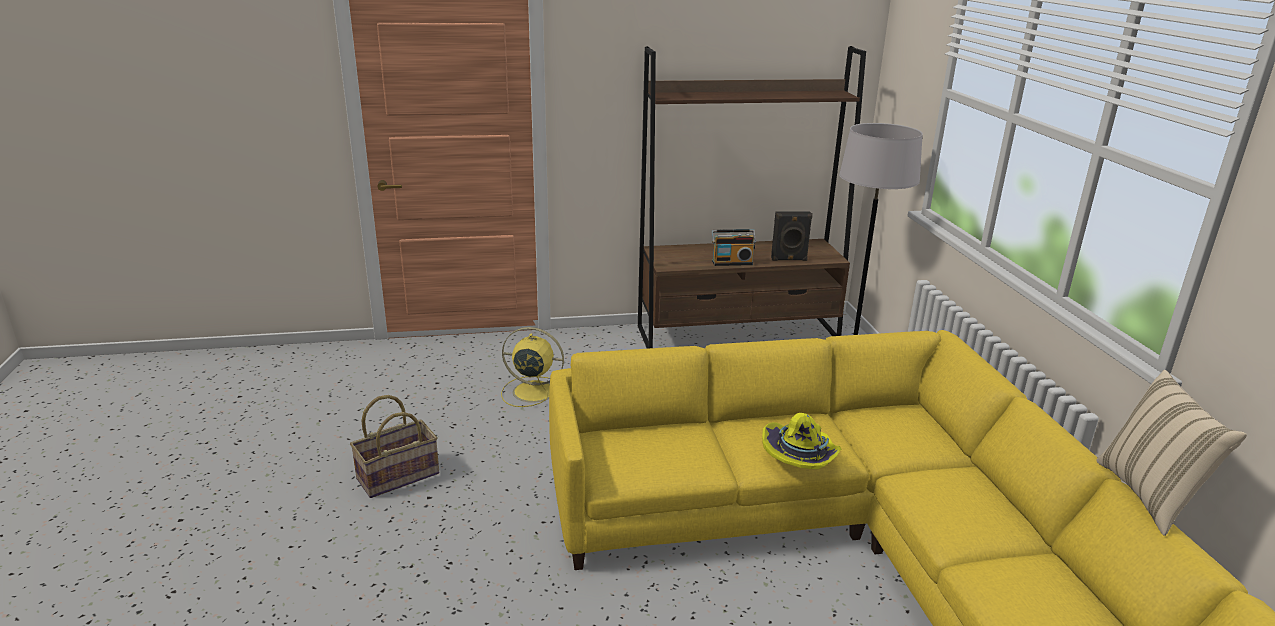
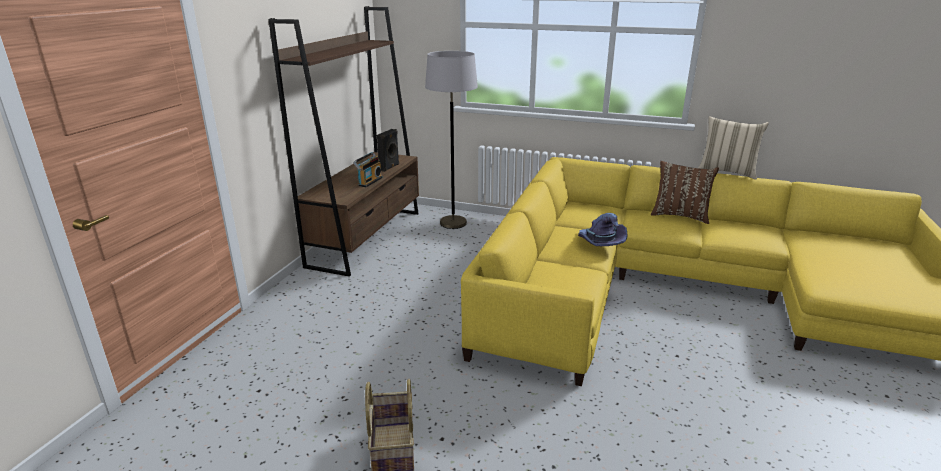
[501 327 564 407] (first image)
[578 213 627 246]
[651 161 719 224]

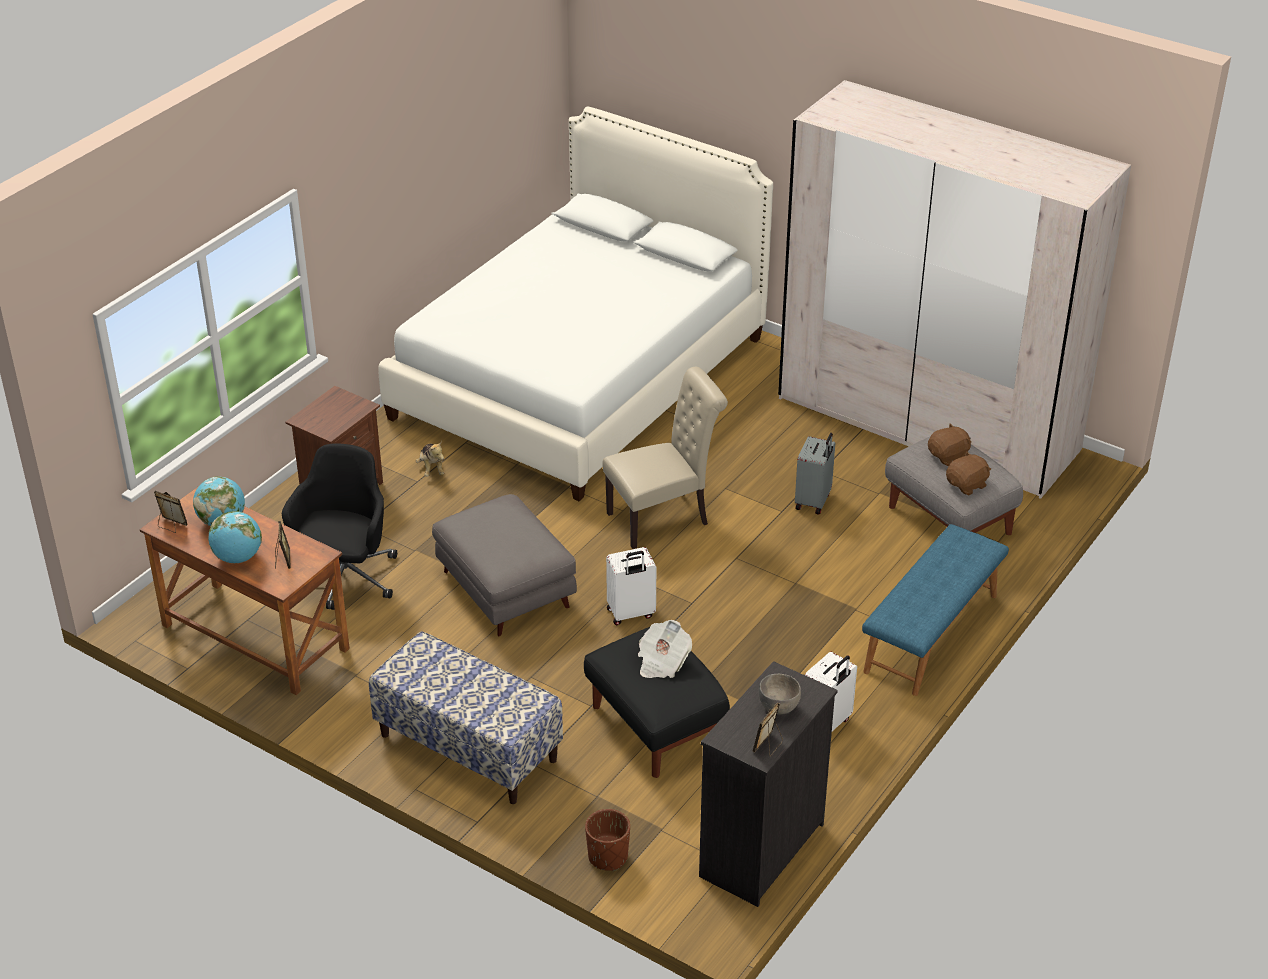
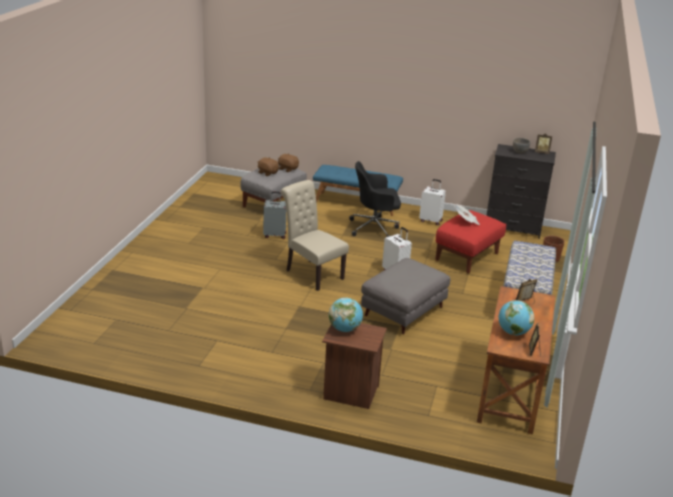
[329 298 363 332]
[349 161 401 237]
[379 107 773 501] (first image)
[416 440 444 477] (first image)
[435 210 506 273]
[778 80 1131 499] (first image)

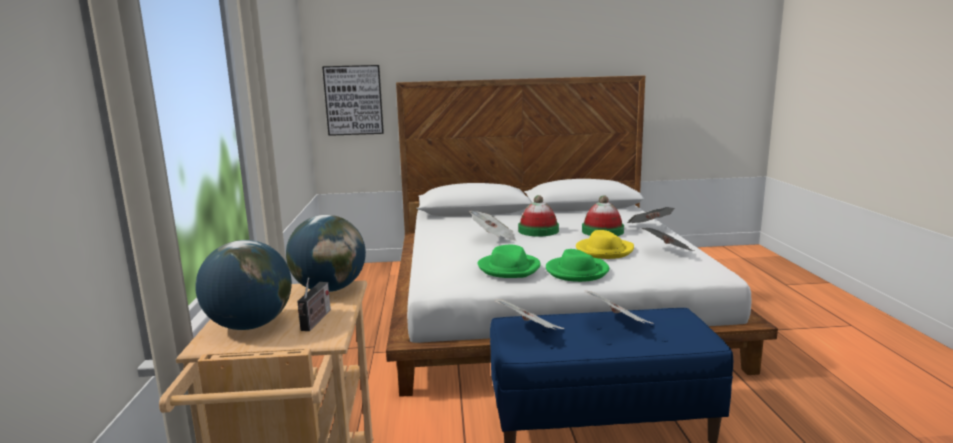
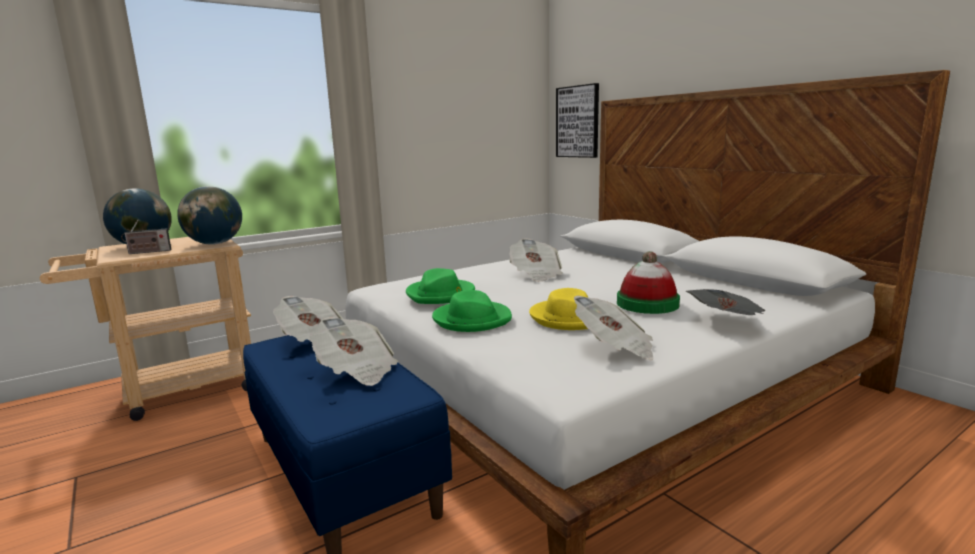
[518 195 559 237] (first image)

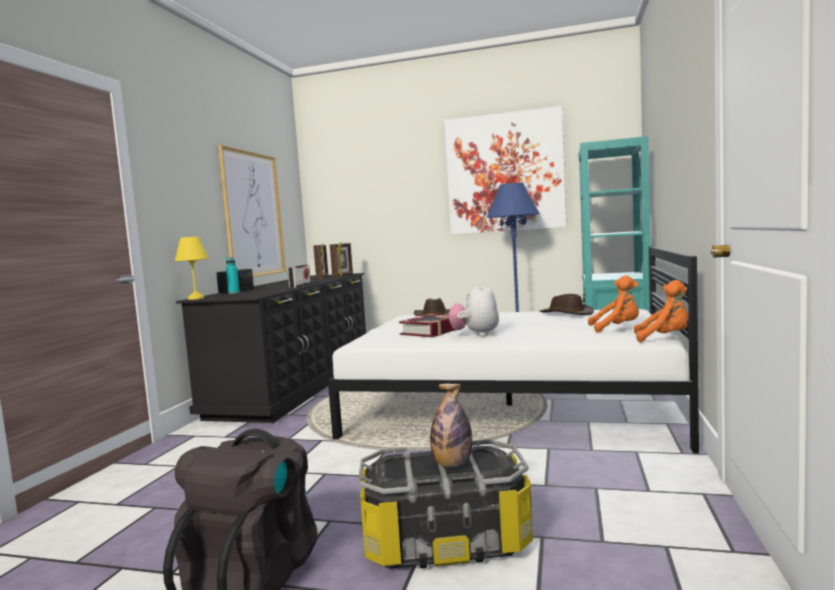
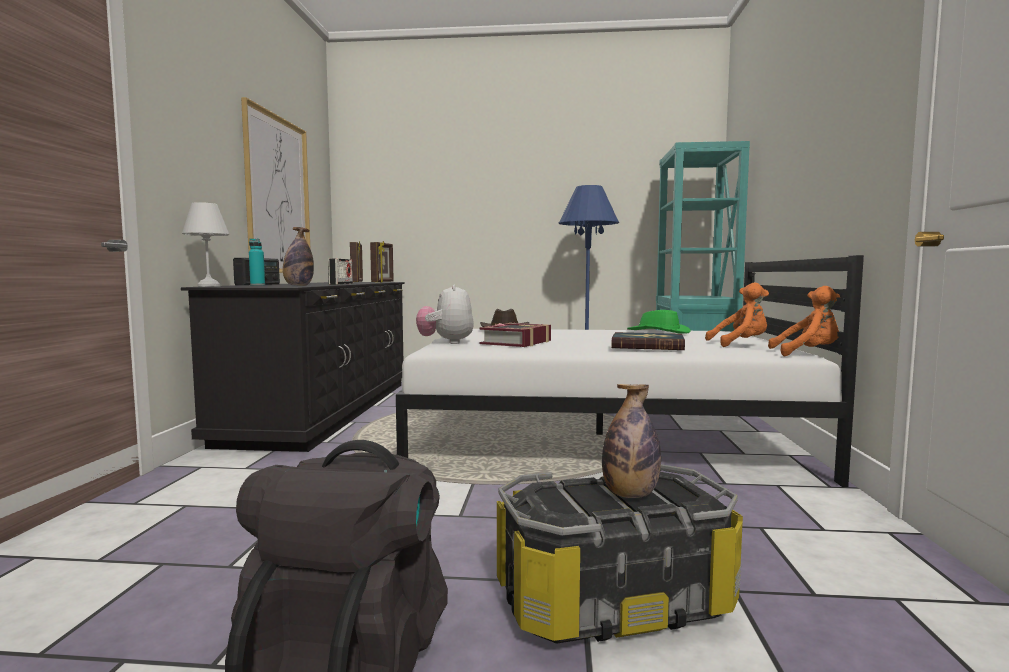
[182 202 229 287]
[444 106 566 235] (first image)
[416 284 474 344]
[627 310 690 334]
[283 227 314 286]
[612 332 685 350]

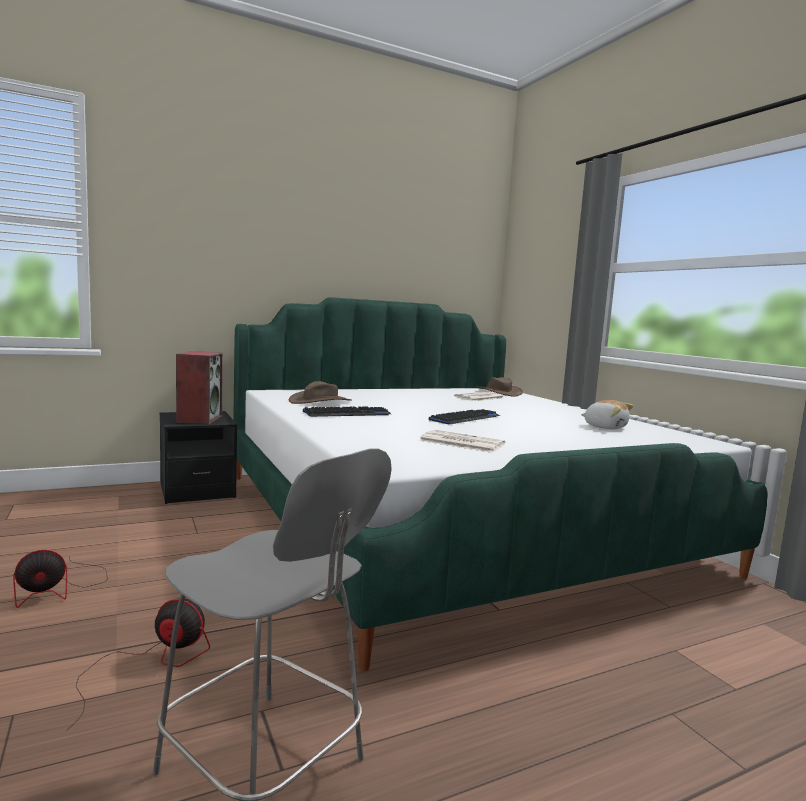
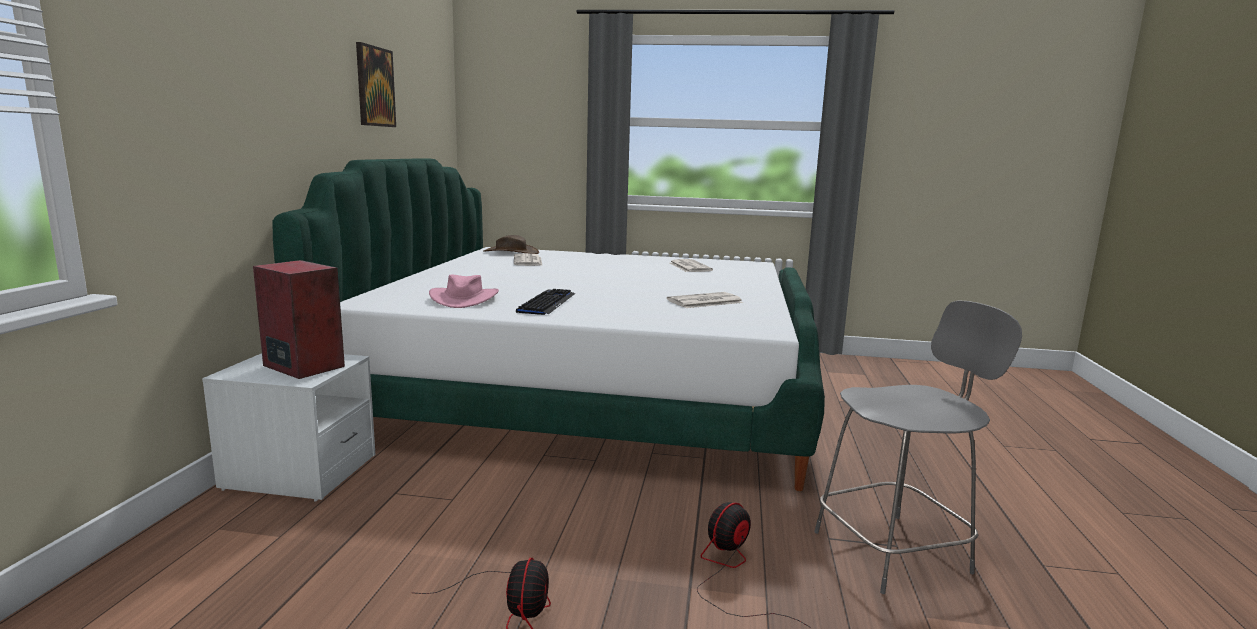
[202 353 376 501]
[429 274 499 308]
[429 409 500 424] (first image)
[670 259 713 272]
[356 42 396 127]

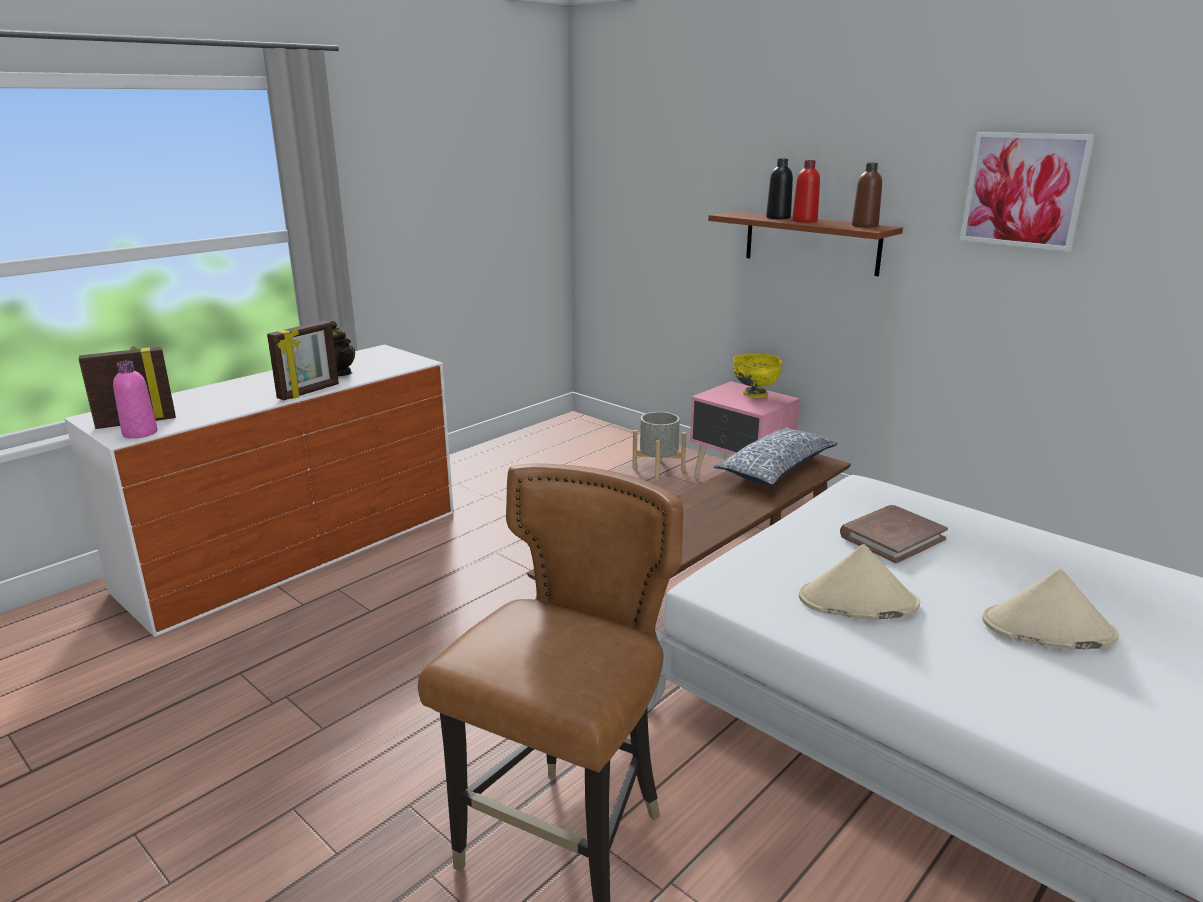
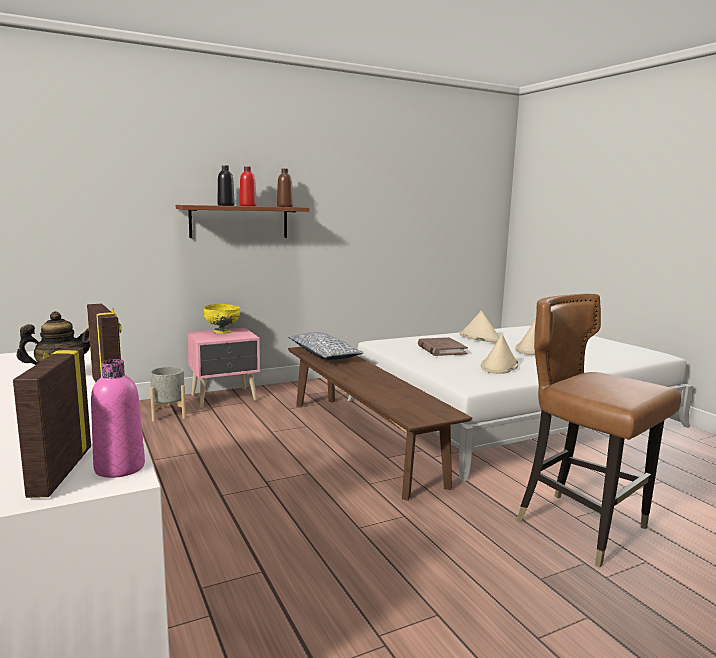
[960 132 1095 252] (first image)
[460 310 500 342]

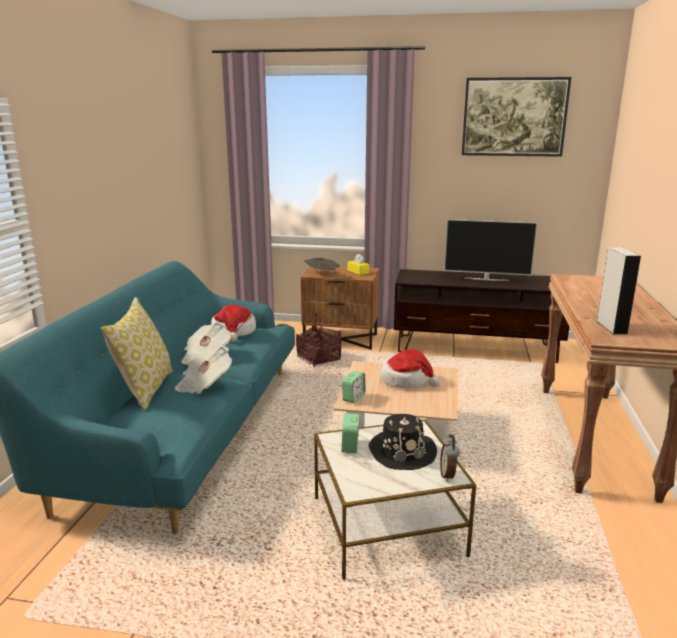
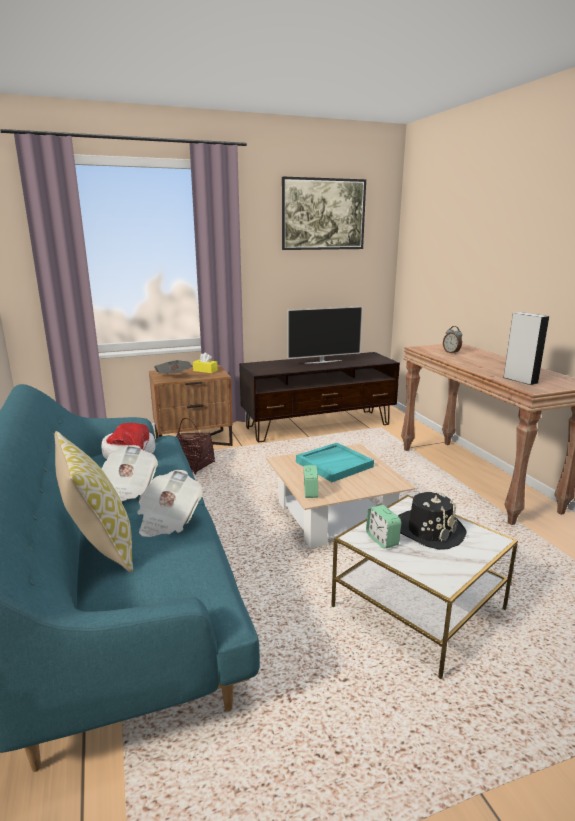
[296 443 374 482]
[443 326 462 354]

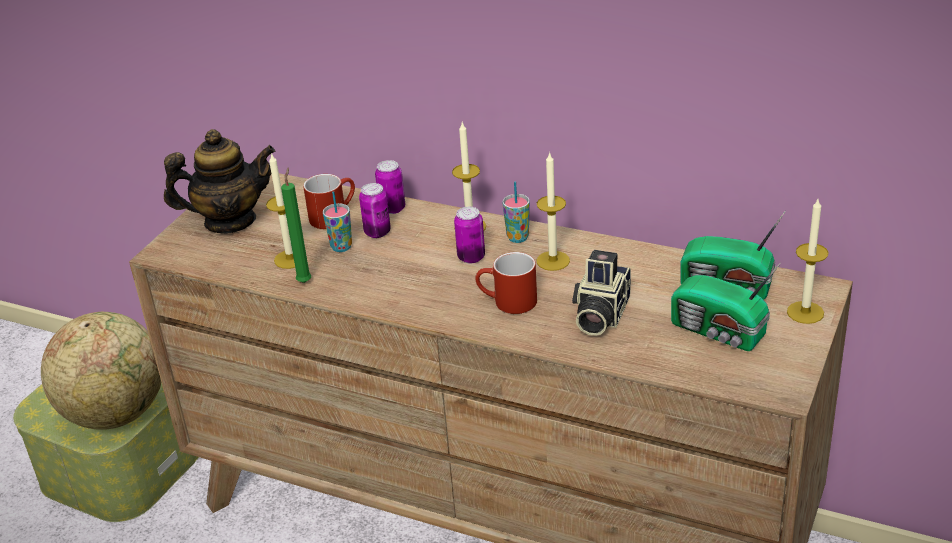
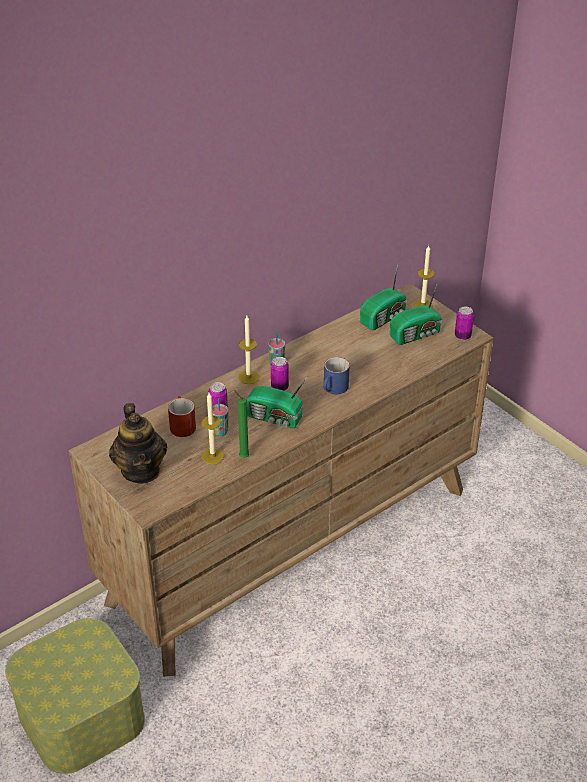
[41 311 161 430] (first image)
[109 403 167 484]
[455 306 474 340]
[323 357 350 394]
[536 152 570 271] (first image)
[572 250 631 336] (first image)
[246 377 307 429]

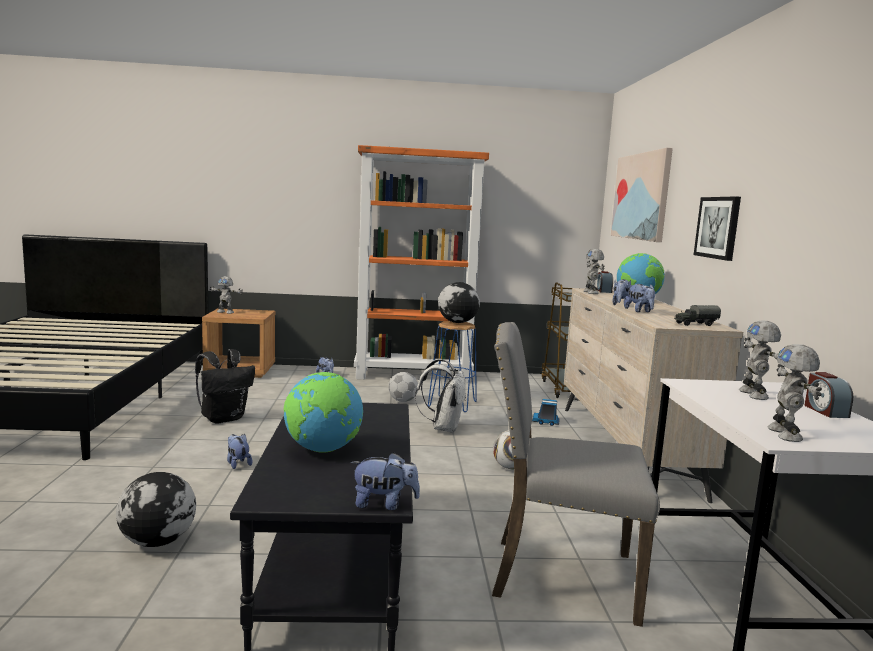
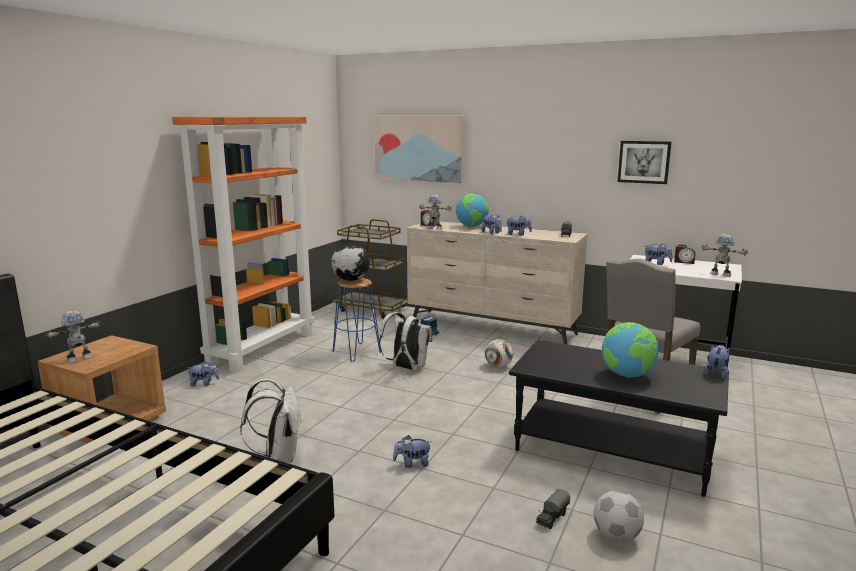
[536 489 570 529]
[240 379 302 463]
[594 490 644 542]
[618 141 671 184]
[645 243 673 265]

